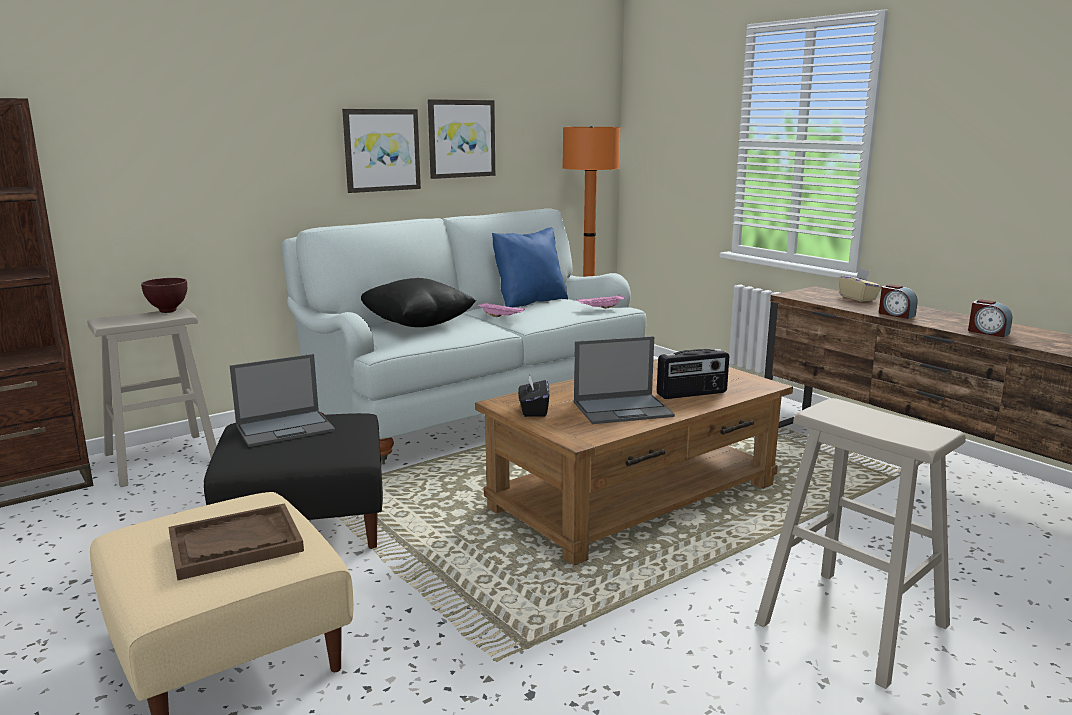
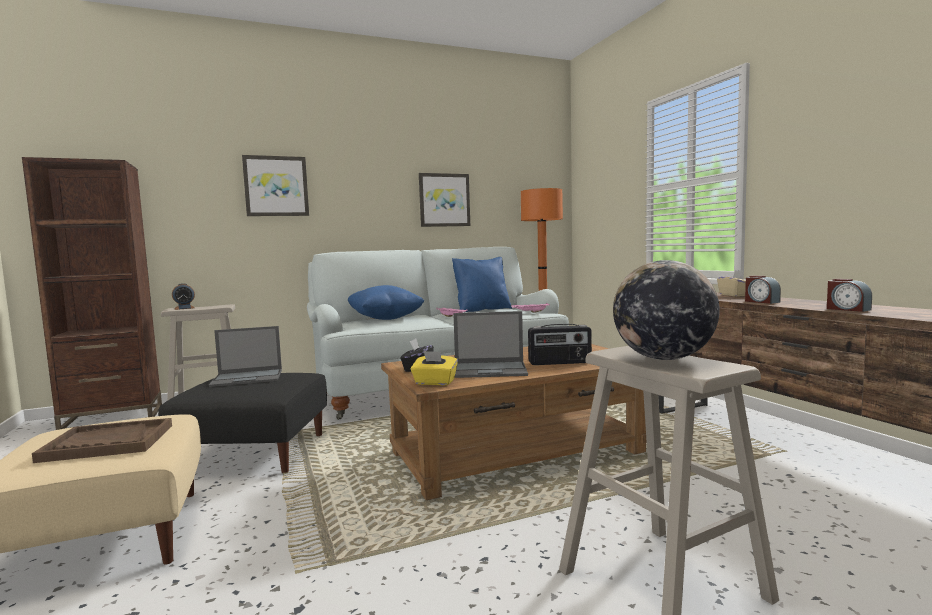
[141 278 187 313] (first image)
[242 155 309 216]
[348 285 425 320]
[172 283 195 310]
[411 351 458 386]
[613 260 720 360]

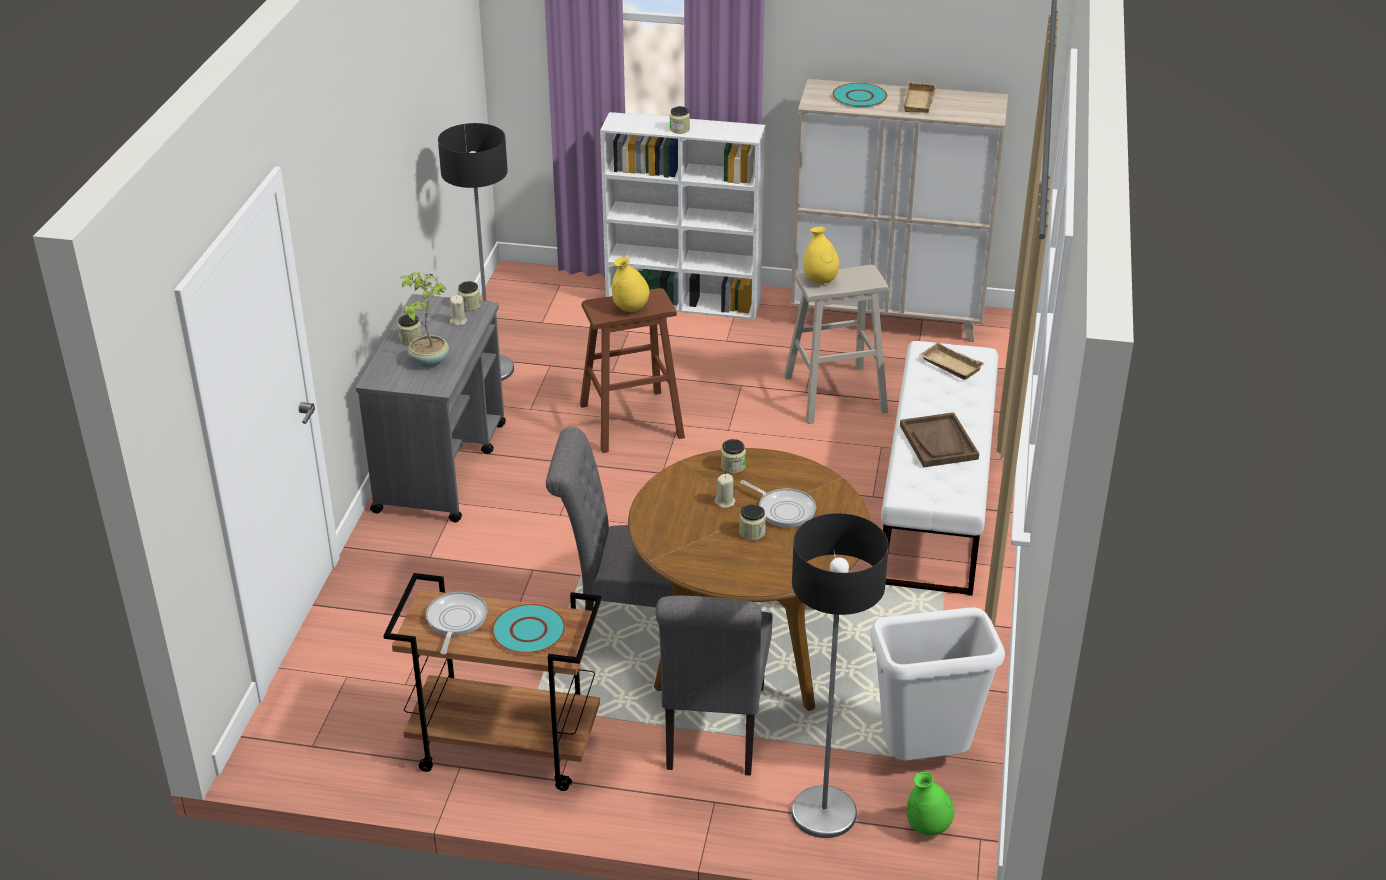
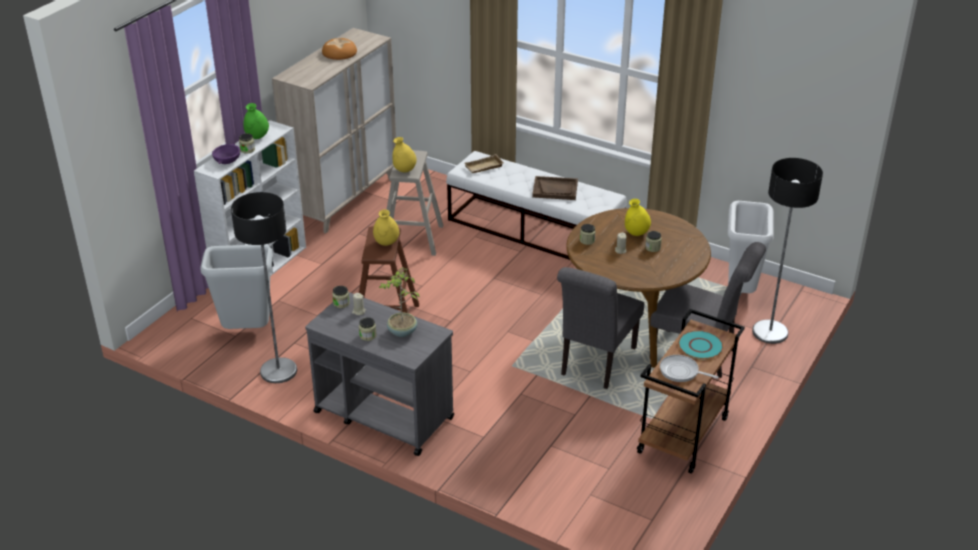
[625 199 651 236]
[832 83 887 108] (first image)
[322 38 357 60]
[243 103 269 139]
[200 244 273 329]
[212 143 240 164]

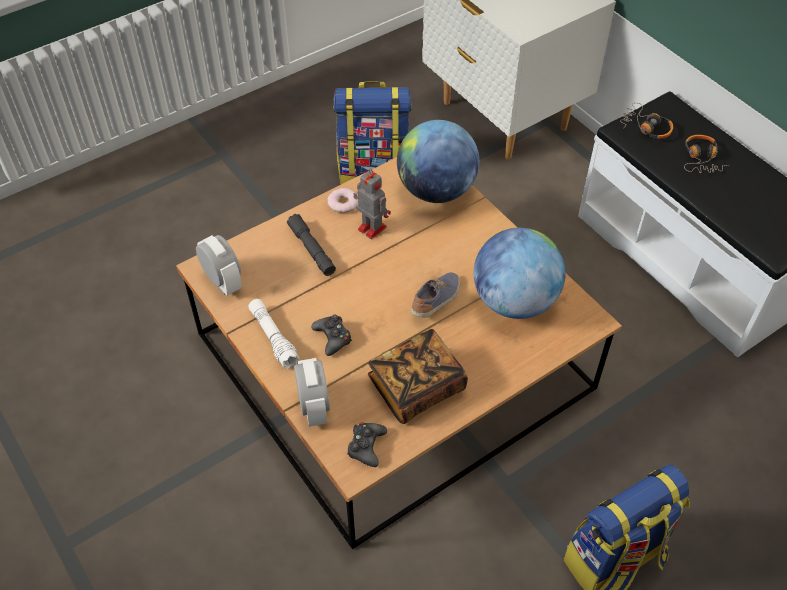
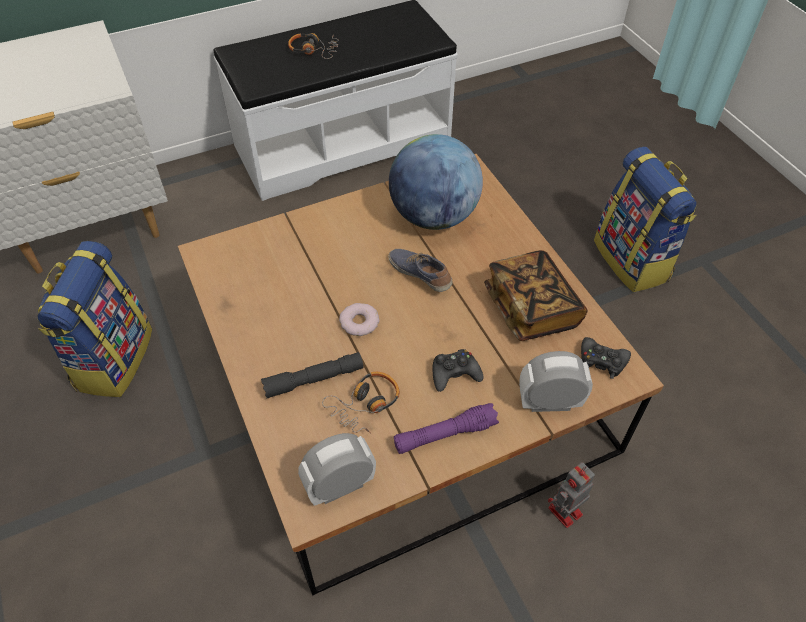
[394 403 499 454]
[339 303 380 336]
[548 462 595 528]
[397 120 479 203] (first image)
[322 372 399 434]

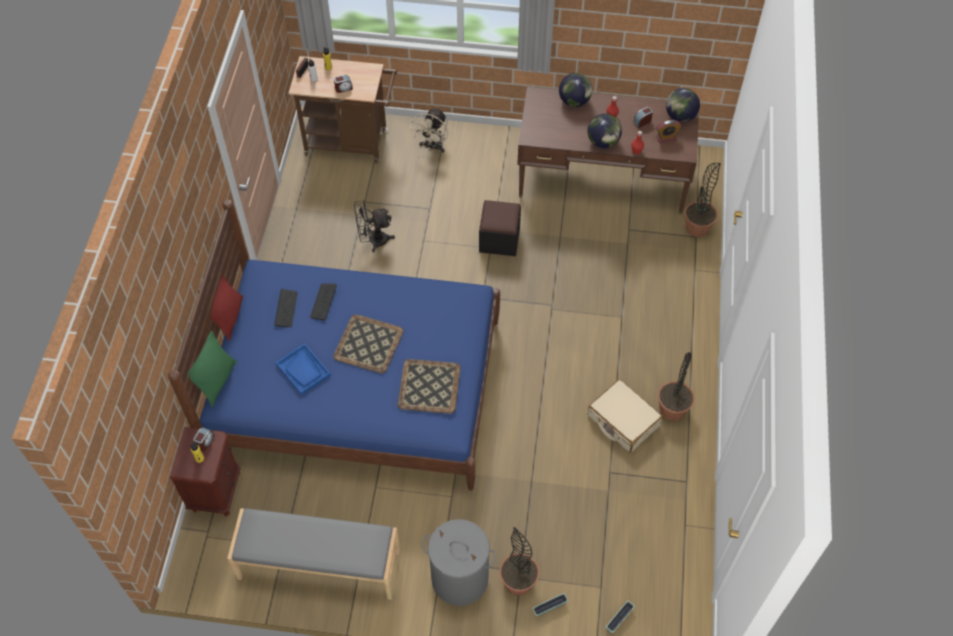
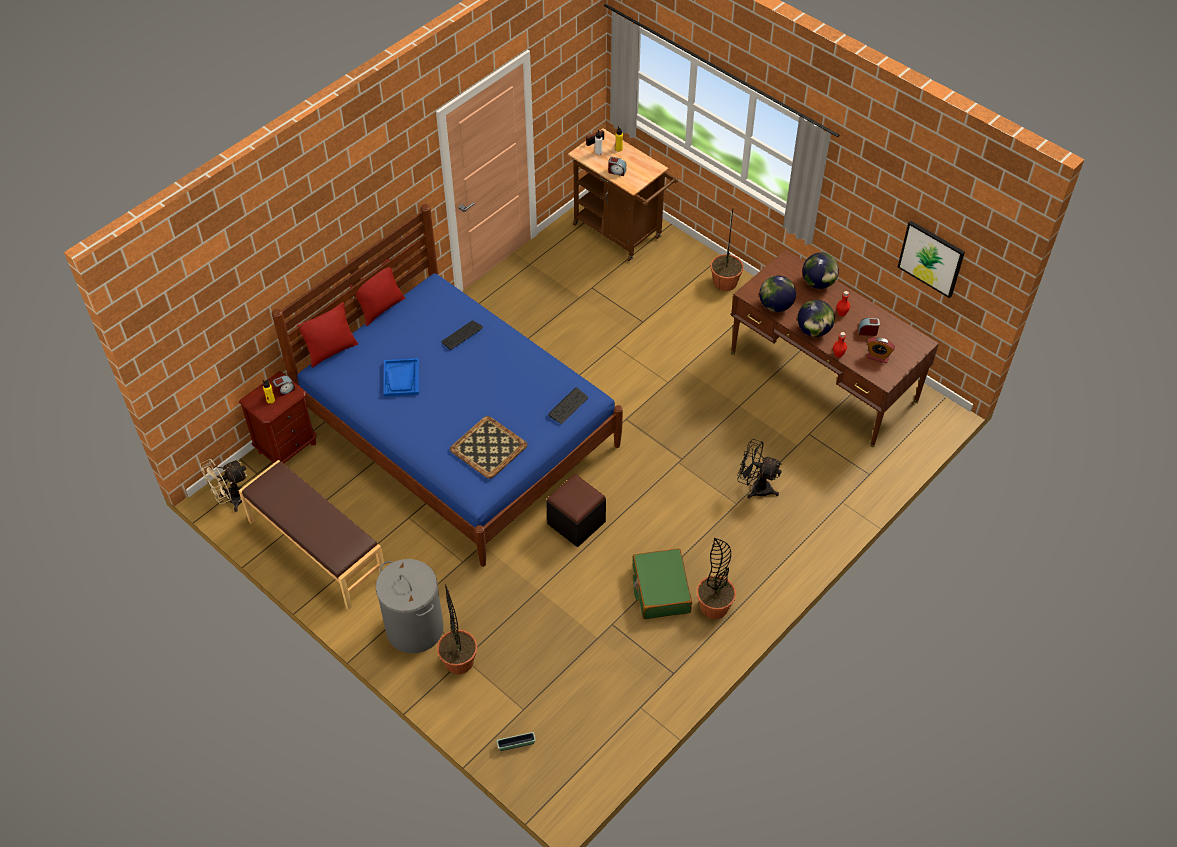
[297 302 358 368]
[239 460 385 610]
[548 387 588 424]
[333 314 404 373] (first image)
[737 439 782 499]
[200 459 247 512]
[546 474 606 547]
[532 593 568 617] (first image)
[632 548 692 619]
[759 276 796 312]
[711 209 744 291]
[898 221 965 298]

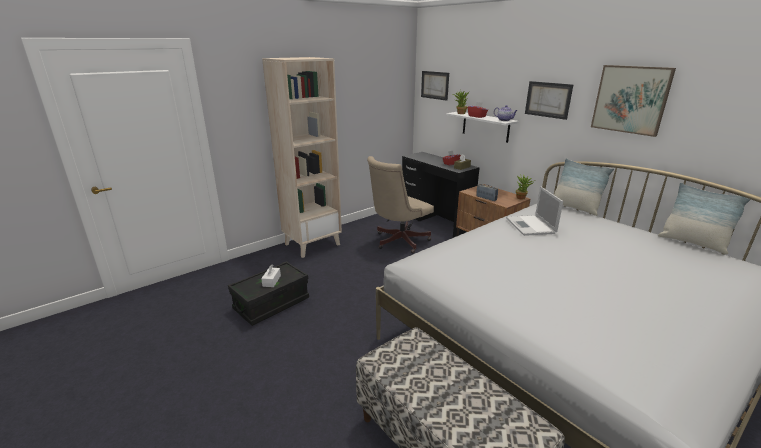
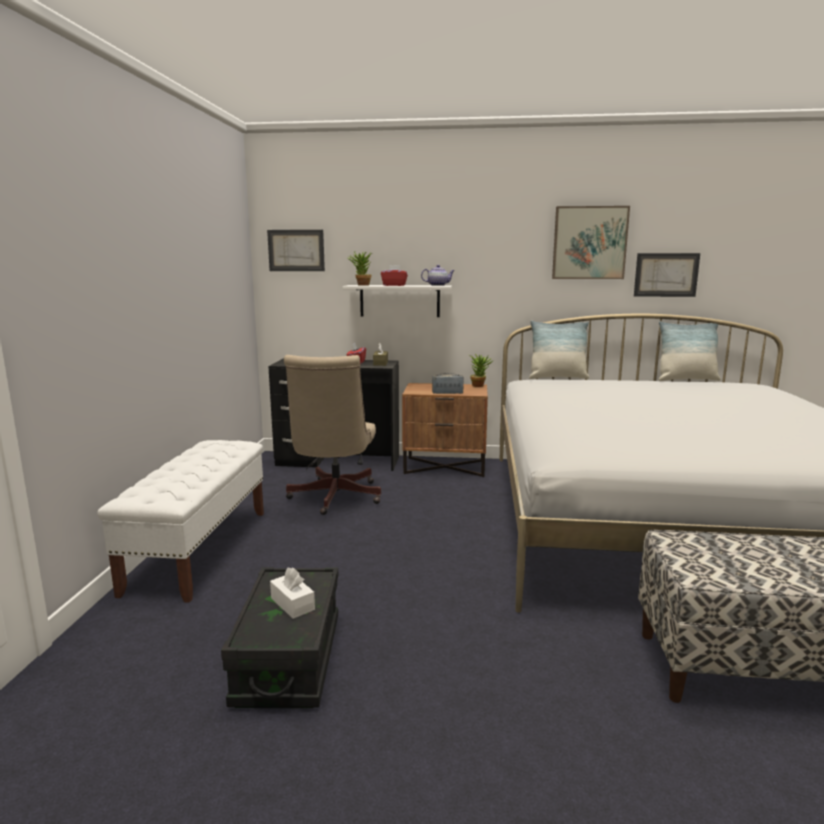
[97 440 264 603]
[506 186 563 236] (first image)
[634 253 700 297]

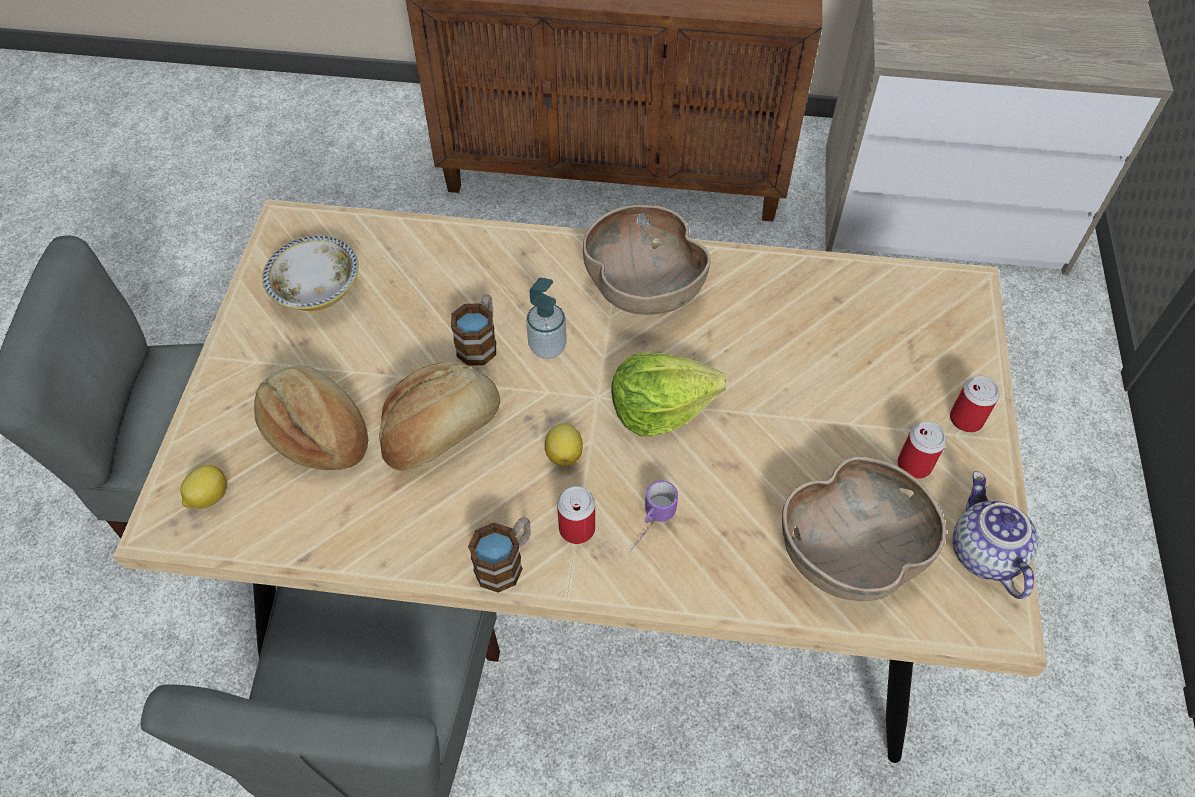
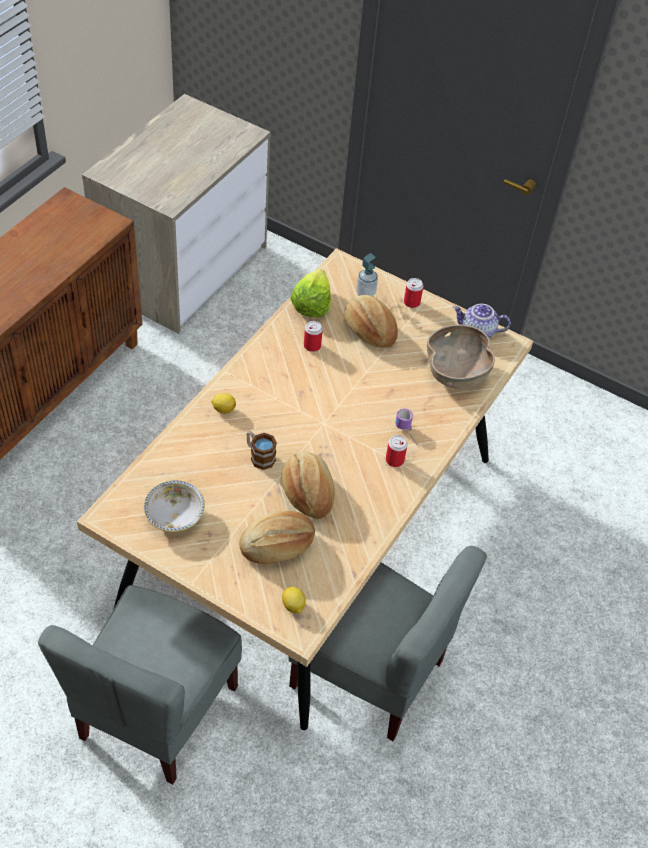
[468 517 530 593] (first image)
[357 253 378 296]
[211 393 236 414]
[583 205 711 315] (first image)
[290 269 331 317]
[304 321 323 352]
[344 295 398 348]

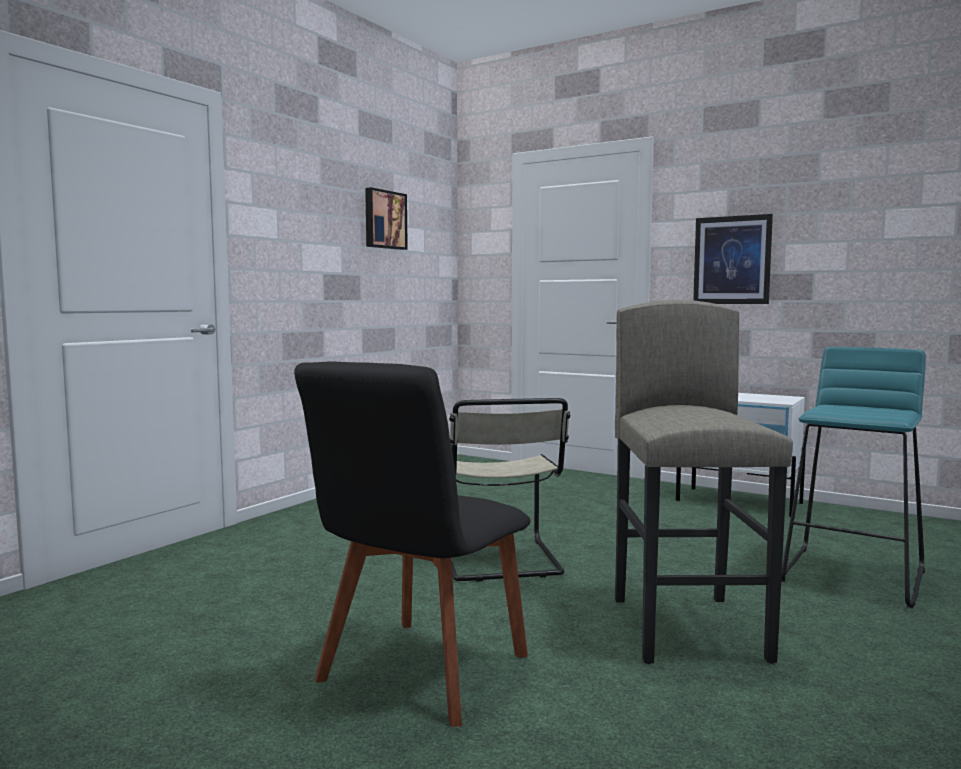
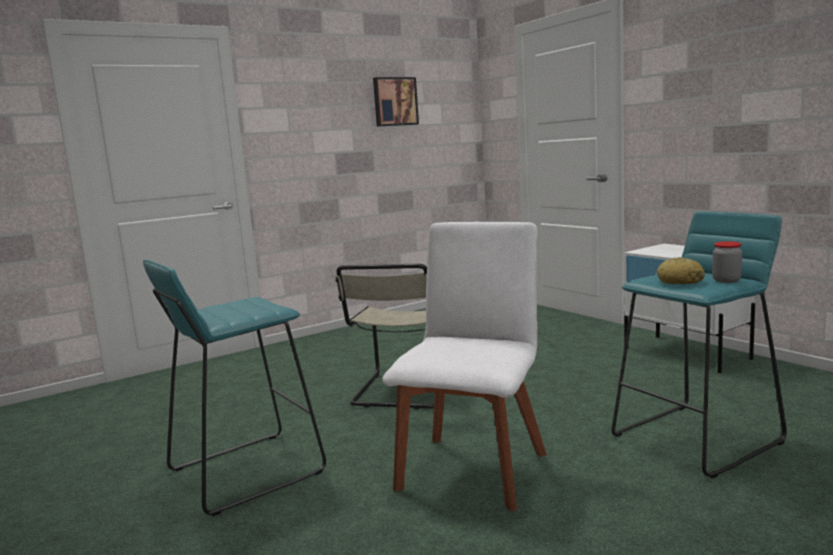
[143 259 326 516]
[382 222 547 511]
[693 214 773 304] (first image)
[657 257 705 284]
[712 241 742 283]

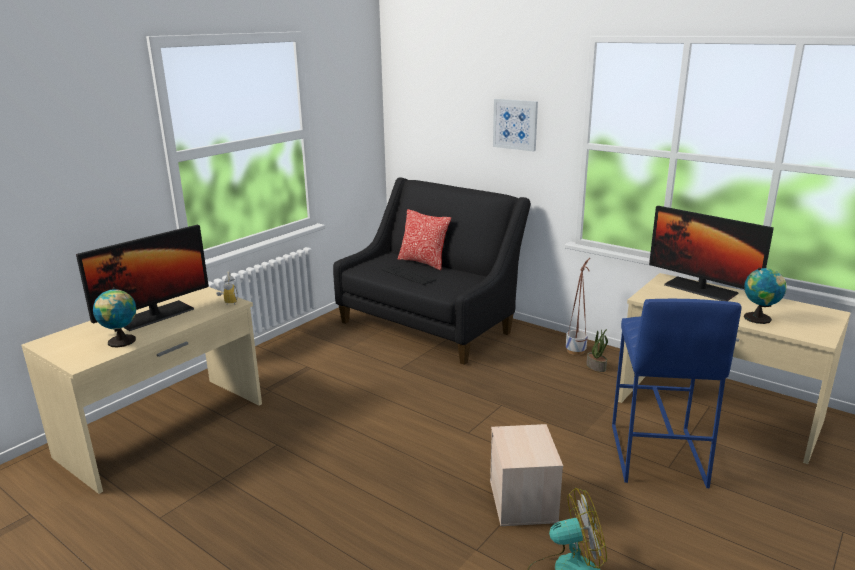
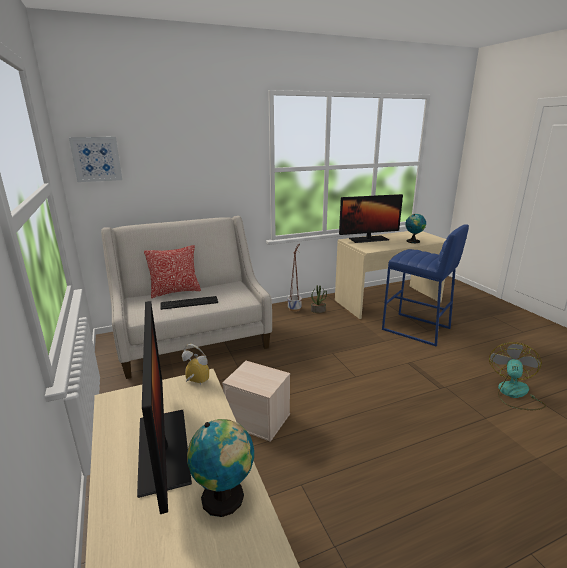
[101 216 272 379]
[222 361 290 442]
[69 137 122 182]

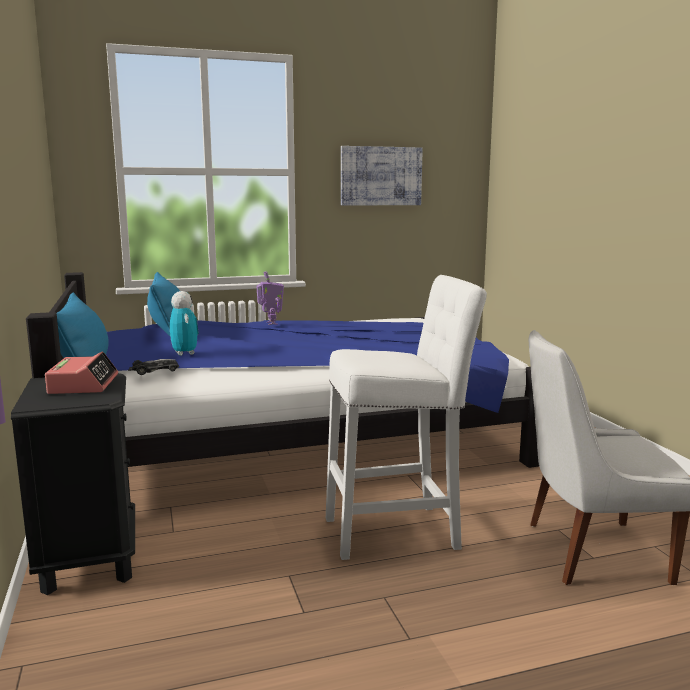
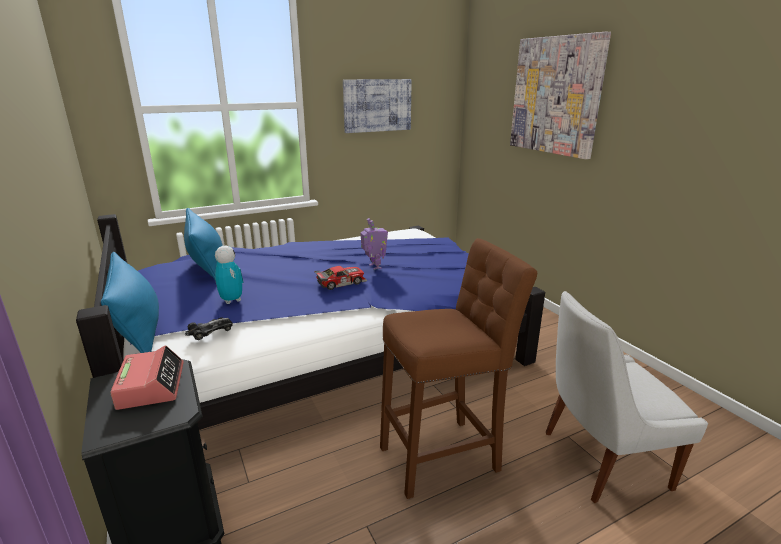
[361 218 388 270]
[380 238 537 499]
[314 266 367 290]
[510 32 611 159]

